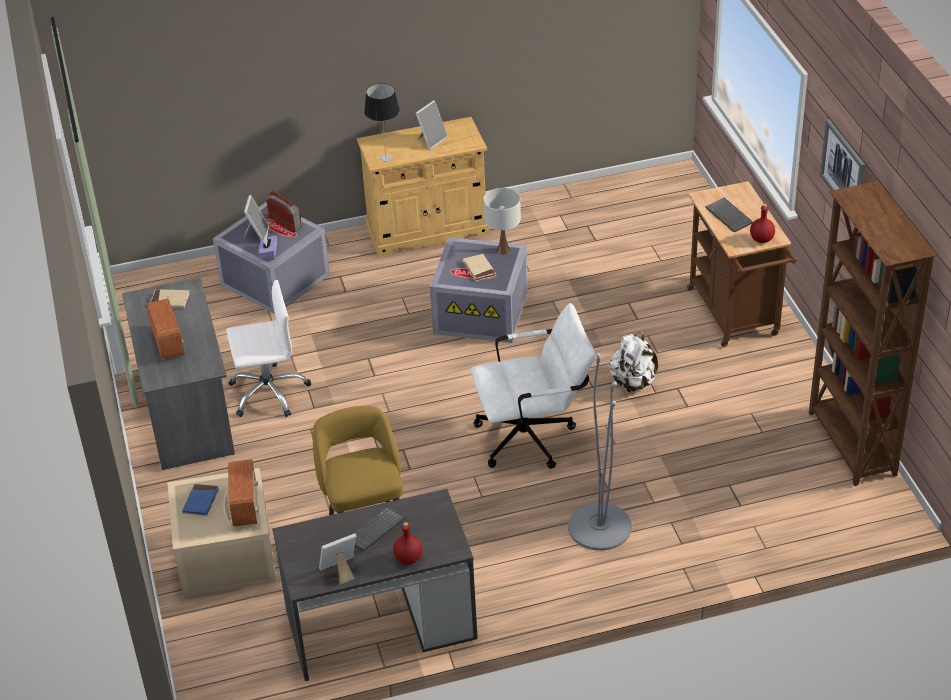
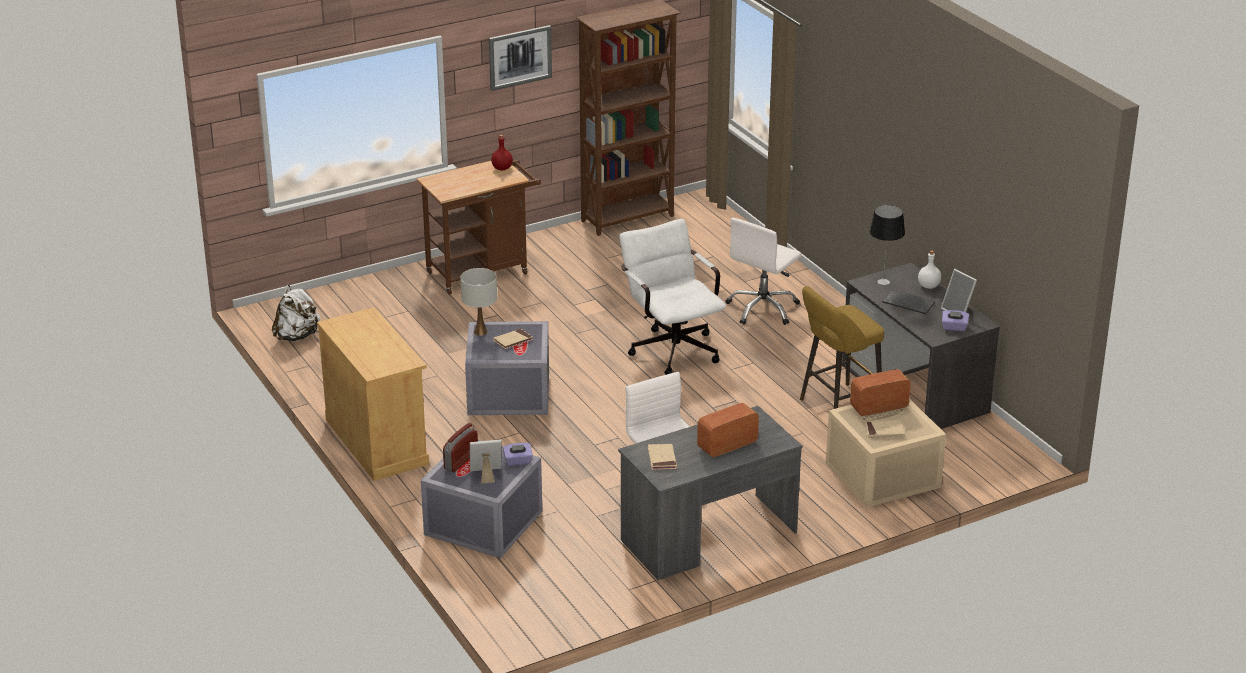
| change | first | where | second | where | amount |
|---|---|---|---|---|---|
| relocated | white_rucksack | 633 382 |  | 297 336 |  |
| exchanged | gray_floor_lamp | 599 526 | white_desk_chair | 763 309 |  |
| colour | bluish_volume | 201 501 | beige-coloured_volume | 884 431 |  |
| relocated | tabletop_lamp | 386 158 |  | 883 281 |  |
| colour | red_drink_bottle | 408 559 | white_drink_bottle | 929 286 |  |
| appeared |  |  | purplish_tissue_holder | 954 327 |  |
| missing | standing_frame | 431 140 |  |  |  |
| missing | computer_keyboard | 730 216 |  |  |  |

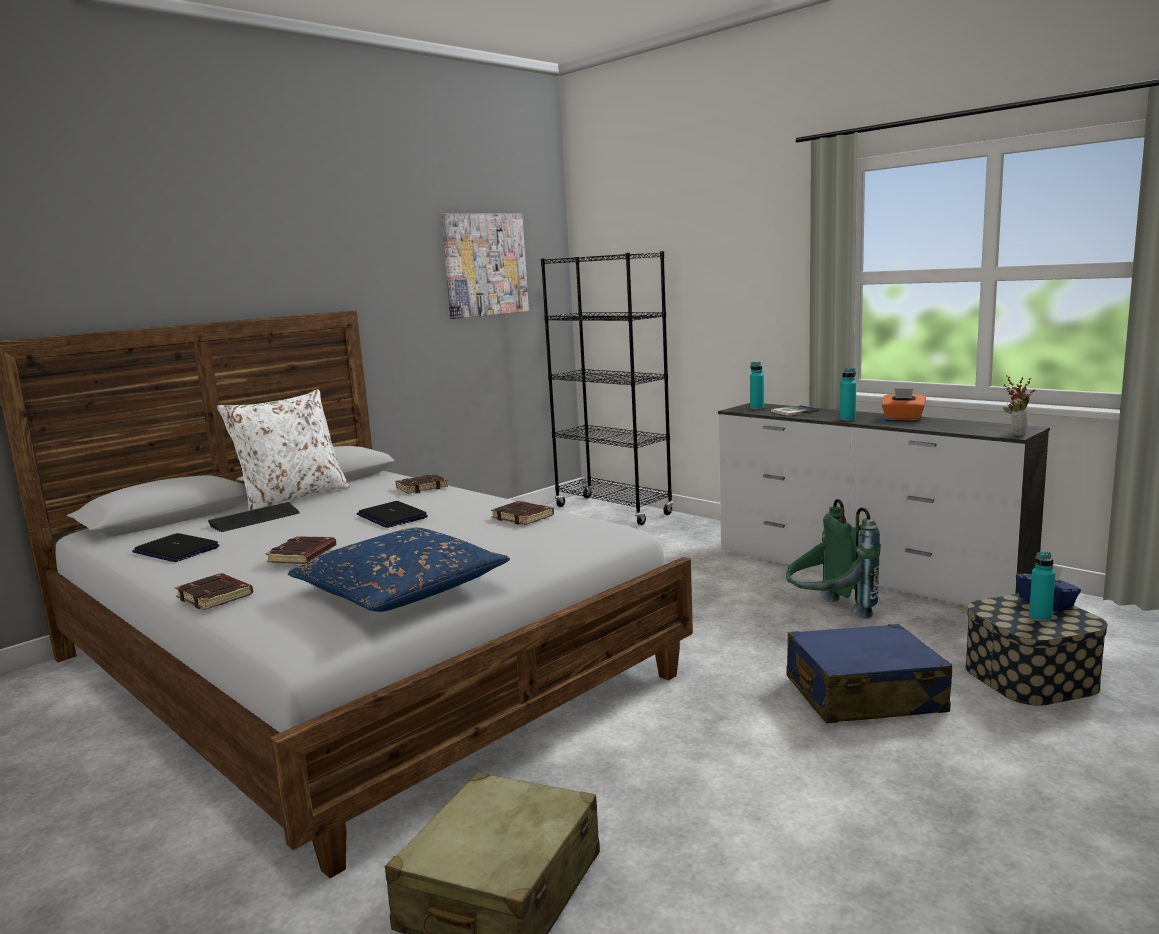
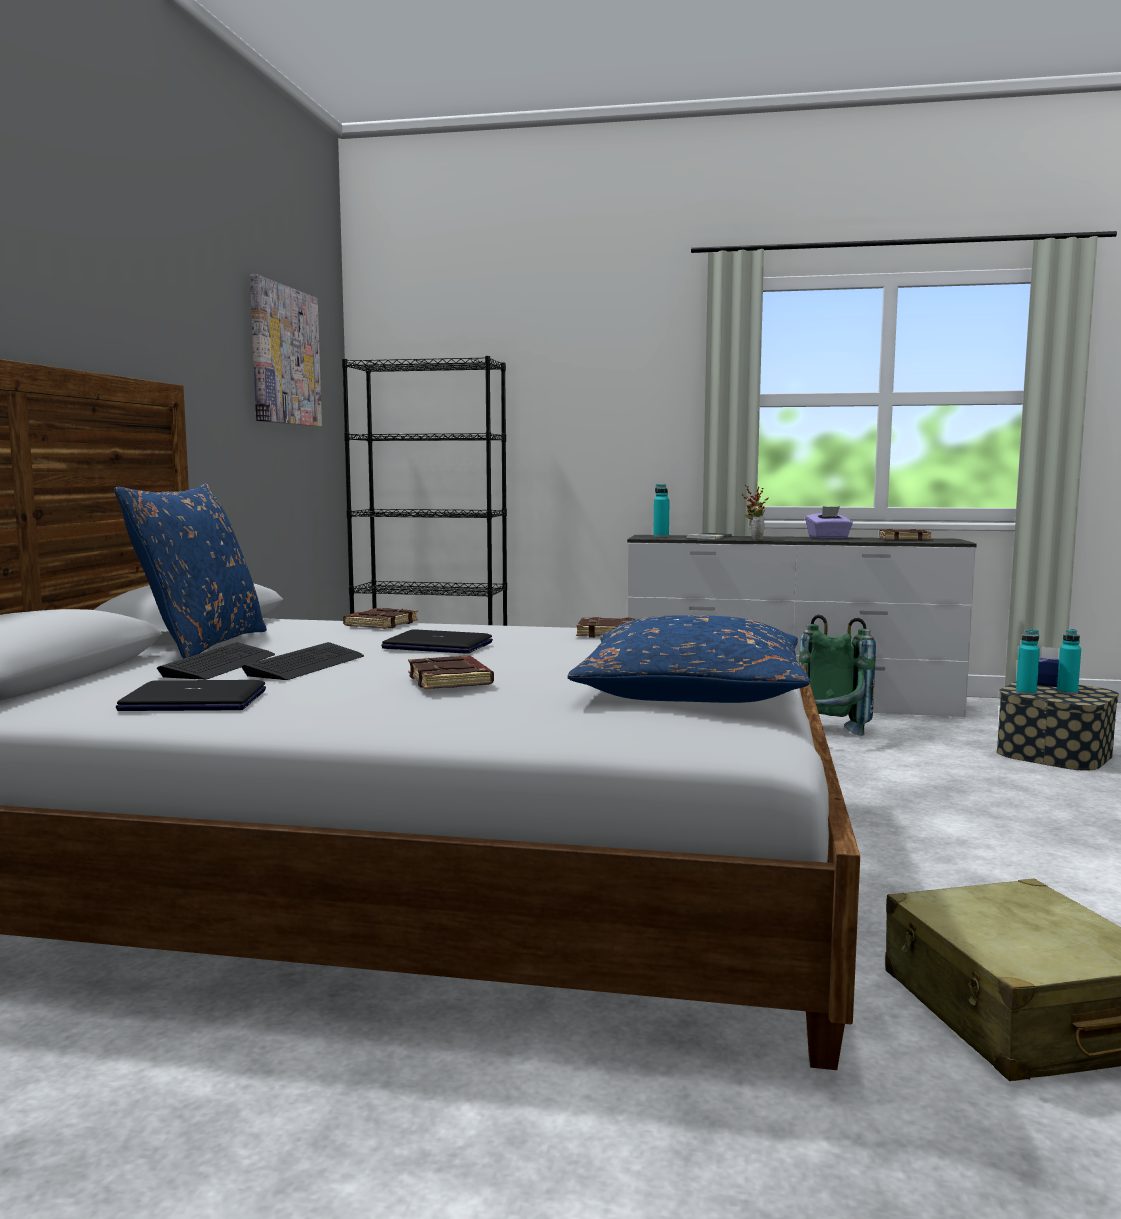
| change | first | where | second | where | amount |
|---|---|---|---|---|---|
| colour | white_cushion | 293 497 | bluish_cushion | 201 644 |  |
| appeared |  |  | computer_keyboard | 306 665 |  |
| relocated | potted_plant | 1016 433 |  | 754 539 |  |
| colour | orange-coloured_tissue_holder | 903 418 | purplish_tissue_holder | 828 538 |  |
| relocated | brownish_volume | 216 597 |  | 904 539 |  |
| relocated | turquoise-coloured_drink_bottle | 847 419 |  | 1026 693 |  |
| missing | bluish_suitcase | 863 695 |  |  |  |

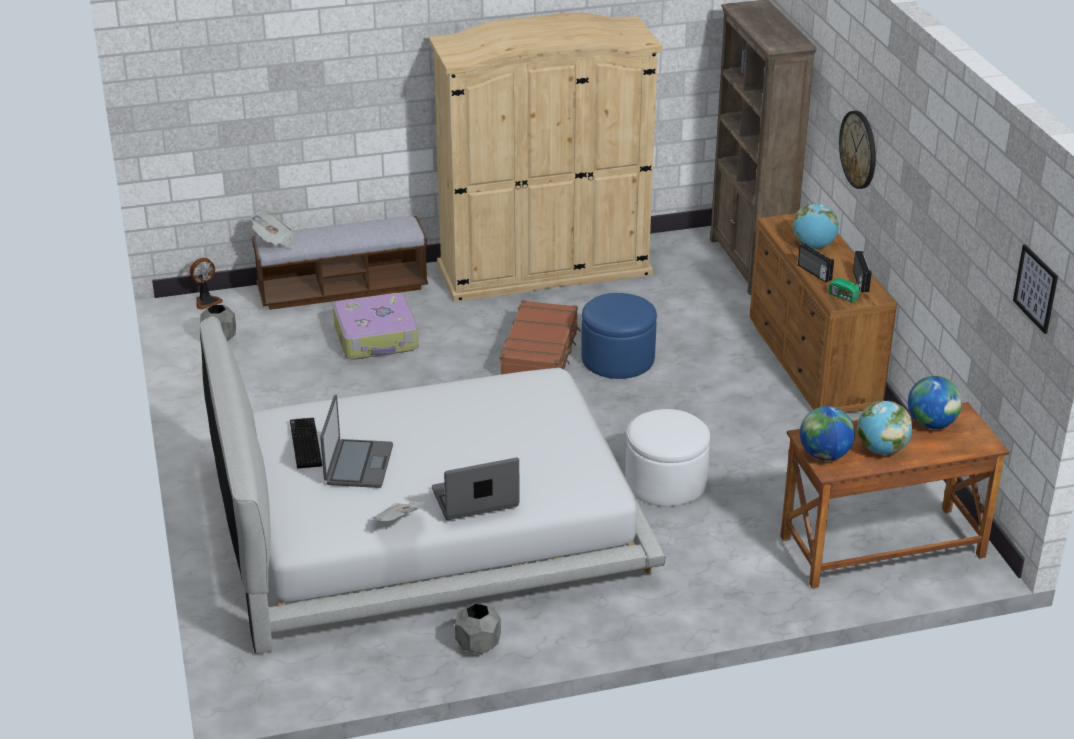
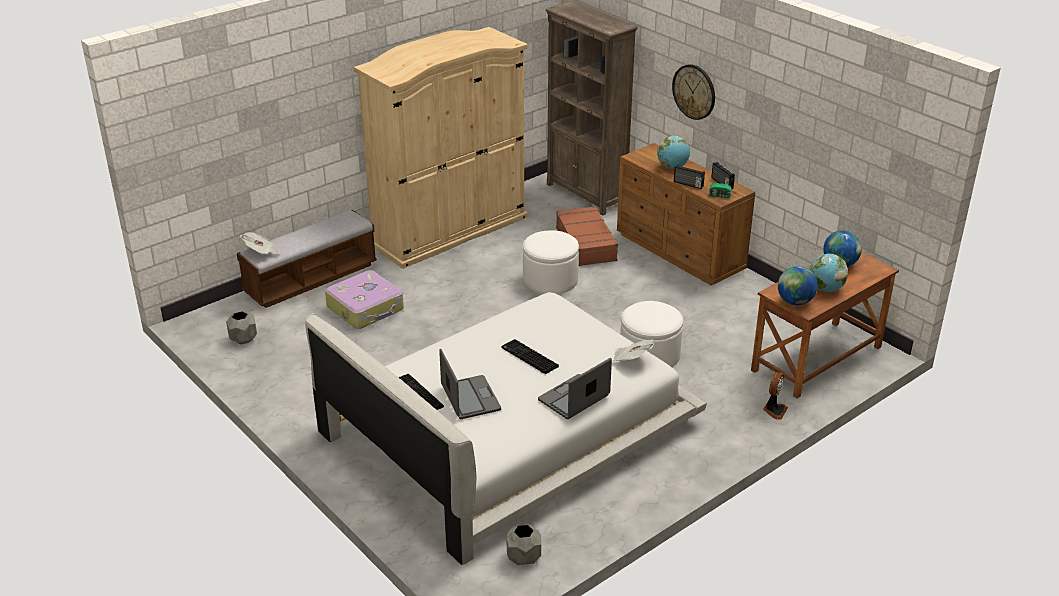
| change | first | where | second | where | amount |
|---|---|---|---|---|---|
| appeared |  |  | computer_keyboard | 528 357 |  |
| relocated | gray_plant_pot | 477 645 |  | 523 558 |  |
| colour | bluish_pouffe | 618 359 | white_pouffe | 550 280 |  |
| relocated | brownish_suitcase | 540 354 |  | 586 244 |  |
| relocated | printed_paper | 399 522 |  | 631 359 |  |
| relocated | fan | 206 301 |  | 774 410 |  |
| missing | wall_art | 1036 288 |  |  |  |

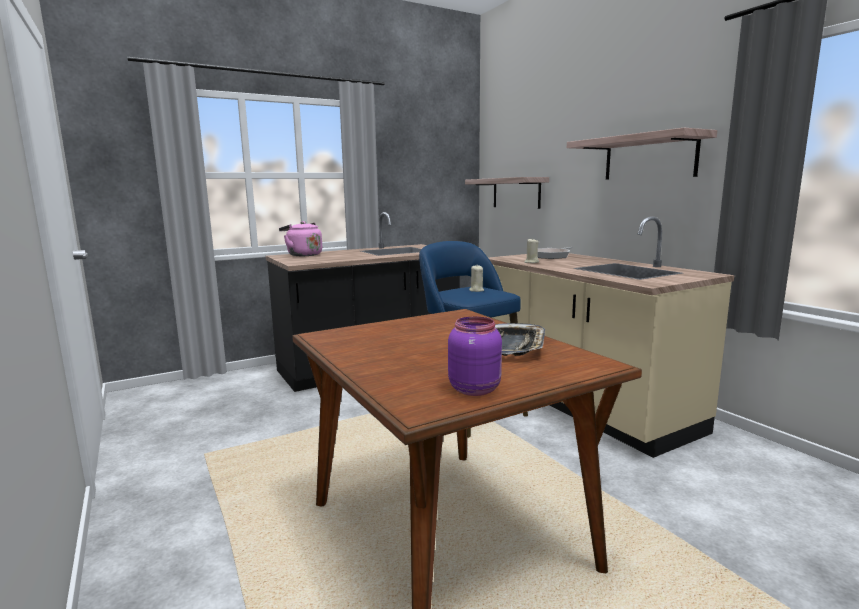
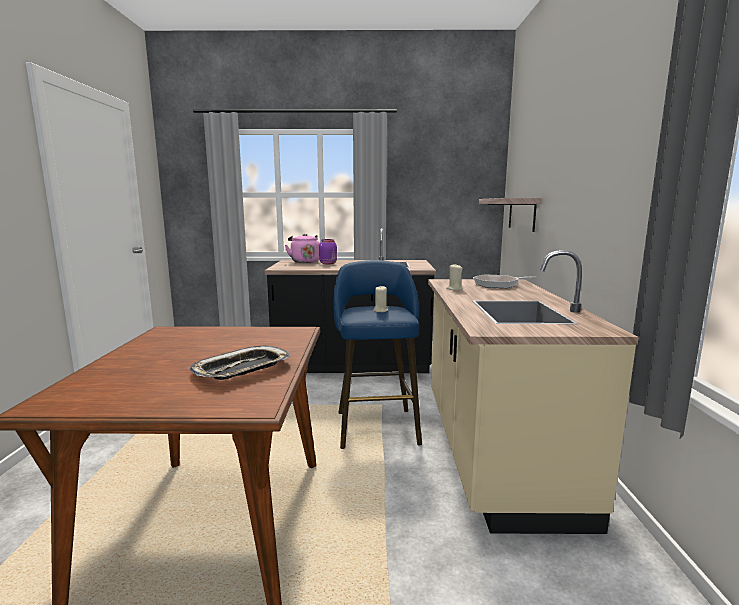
| change | first | where | second | where | amount |
|---|---|---|---|---|---|
| relocated | purplish_preserve_jar | 475 389 |  | 328 263 |  |
| missing | shelf | 649 158 |  |  |  |

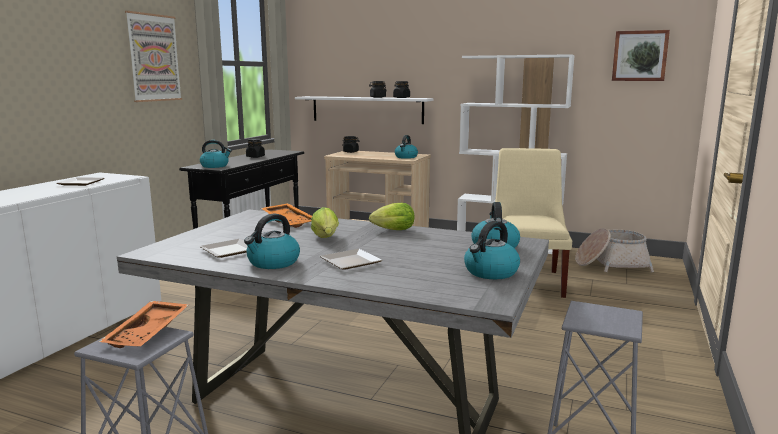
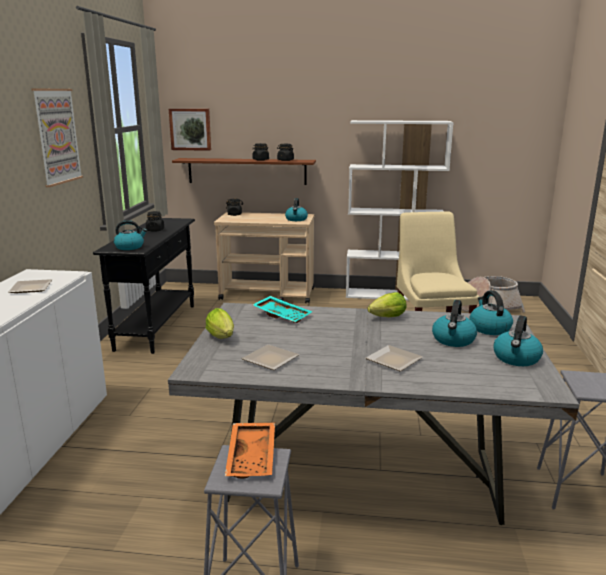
| change | first | where | second | where | amount |
|---|---|---|---|---|---|
| relocated | wall_art | 639 56 |  | 190 129 |  |
| colour | white_shelf | 367 109 | brownish_shelf | 247 171 |  |
| relocated | lettuce | 326 238 |  | 222 338 |  |
| colour | orange-coloured_carrying_tray | 290 221 | turquoise-coloured_carrying_tray | 282 315 |  |
| relocated | water_kettle | 273 263 |  | 453 340 |  |

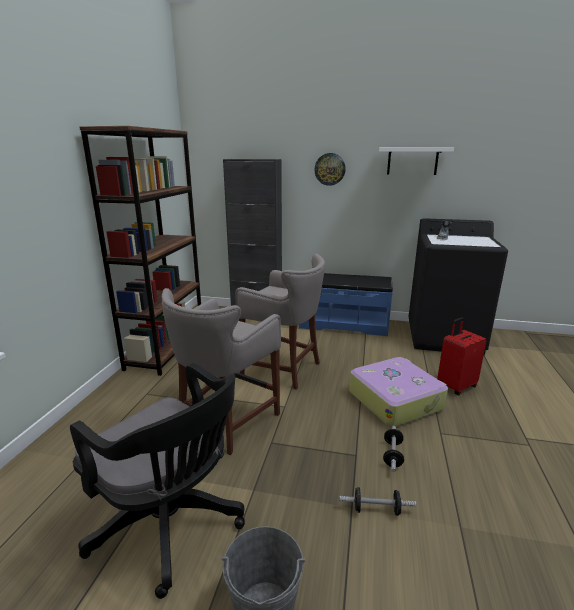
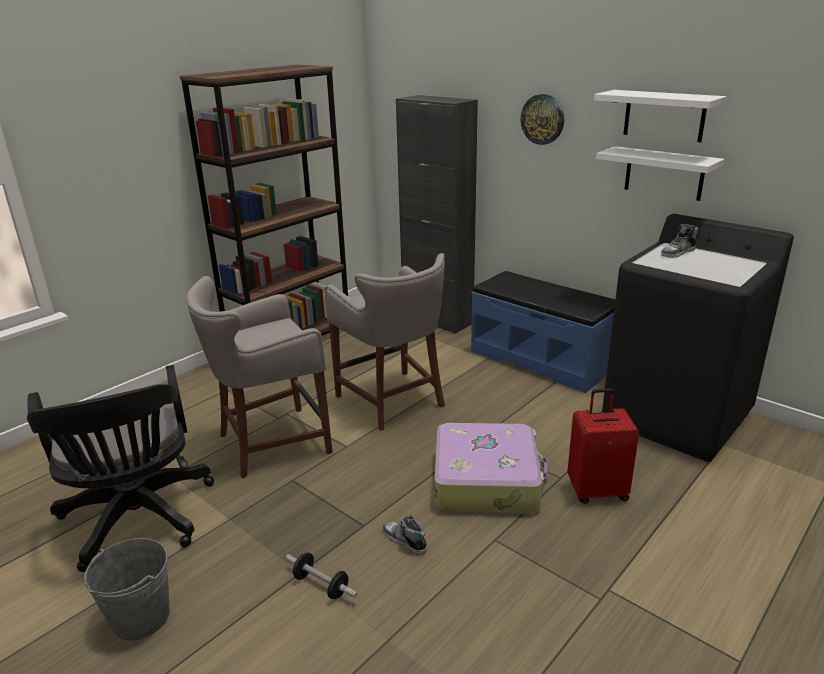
| change | first | where | second | where | amount |
|---|---|---|---|---|---|
| exchanged | free_weight | 392 455 | low_shoe | 404 541 |  |
| appeared |  |  | white_shelf | 664 173 |  |

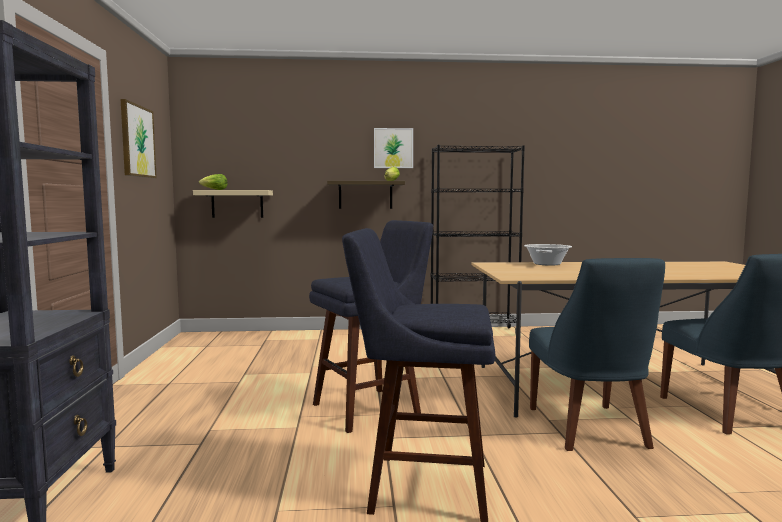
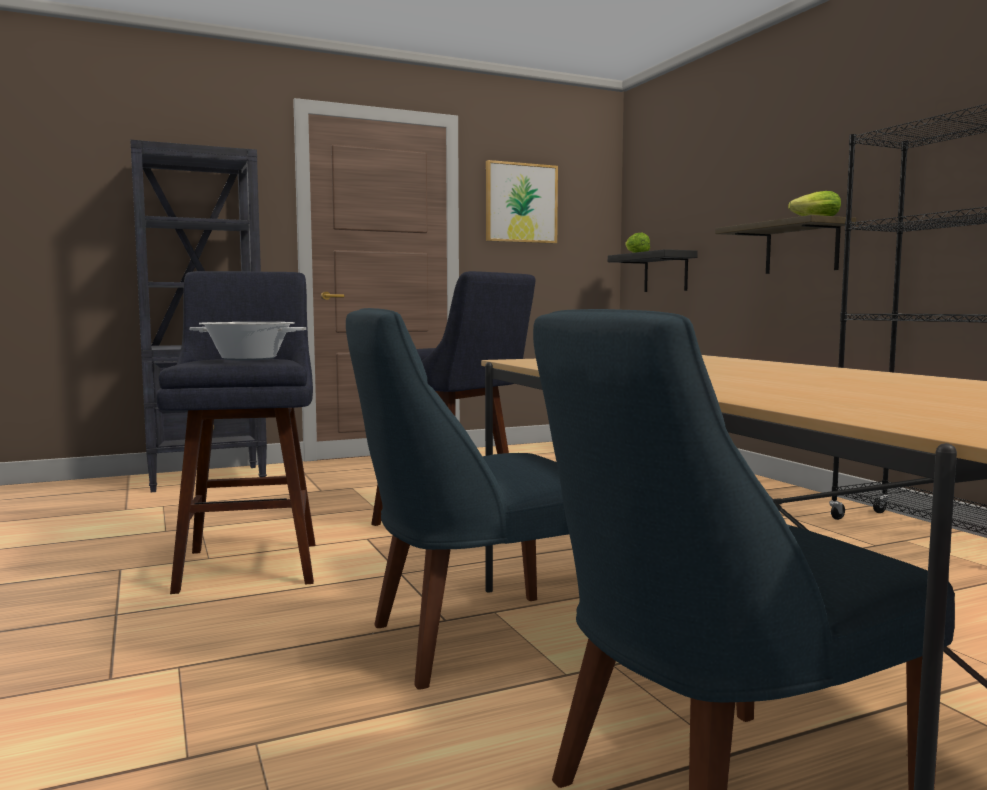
| change | first | where | second | where | amount |
|---|---|---|---|---|---|
| relocated | cooking_pot | 546 264 |  | 249 358 |  |
| colour | beige-coloured_shelf | 237 204 | black-coloured_shelf | 665 272 |  |
| missing | wall_art | 393 148 |  |  |  |

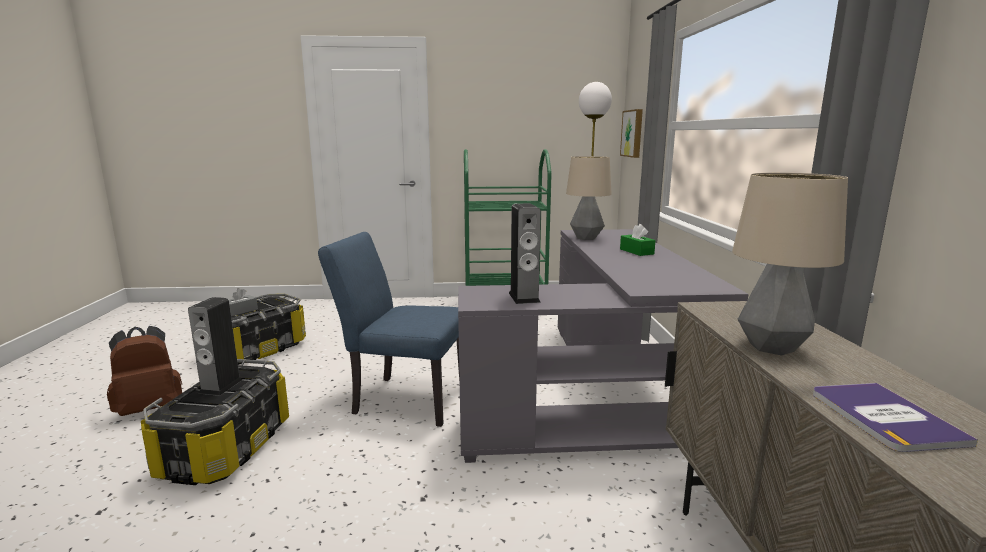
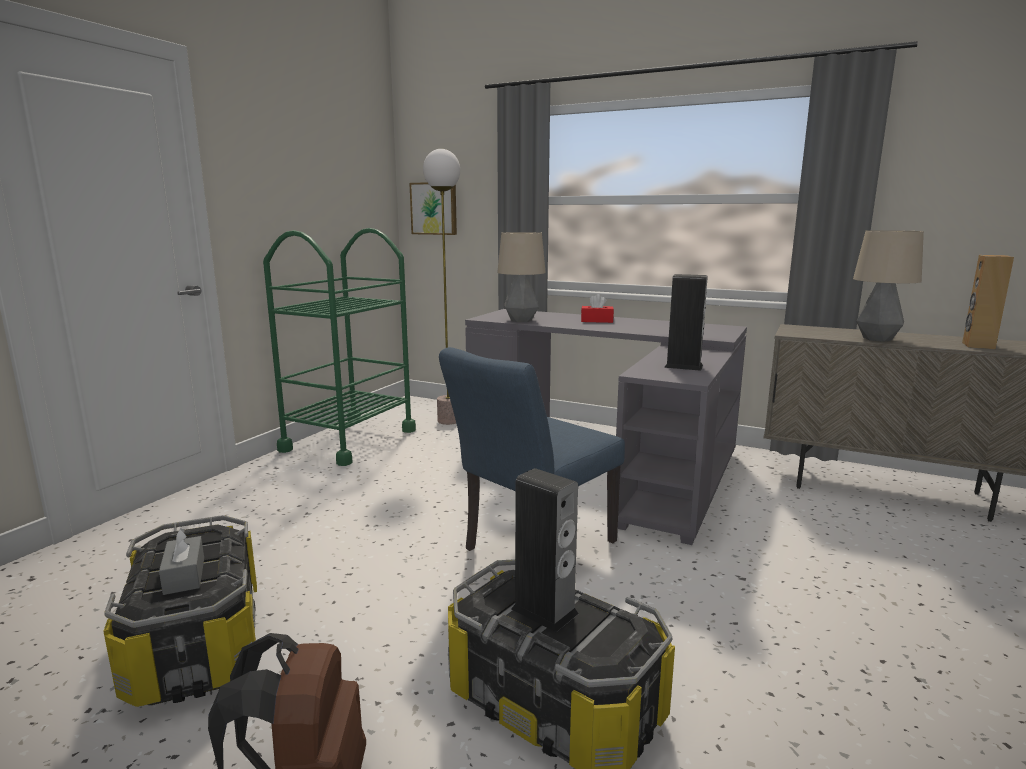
| change | first | where | second | where | amount |
|---|---|---|---|---|---|
| colour | green-coloured_tissue_holder | 636 251 | red_tissue_holder | 597 321 |  |
| exchanged | volume | 884 417 | brownish_loudspeaker | 977 346 |  |

